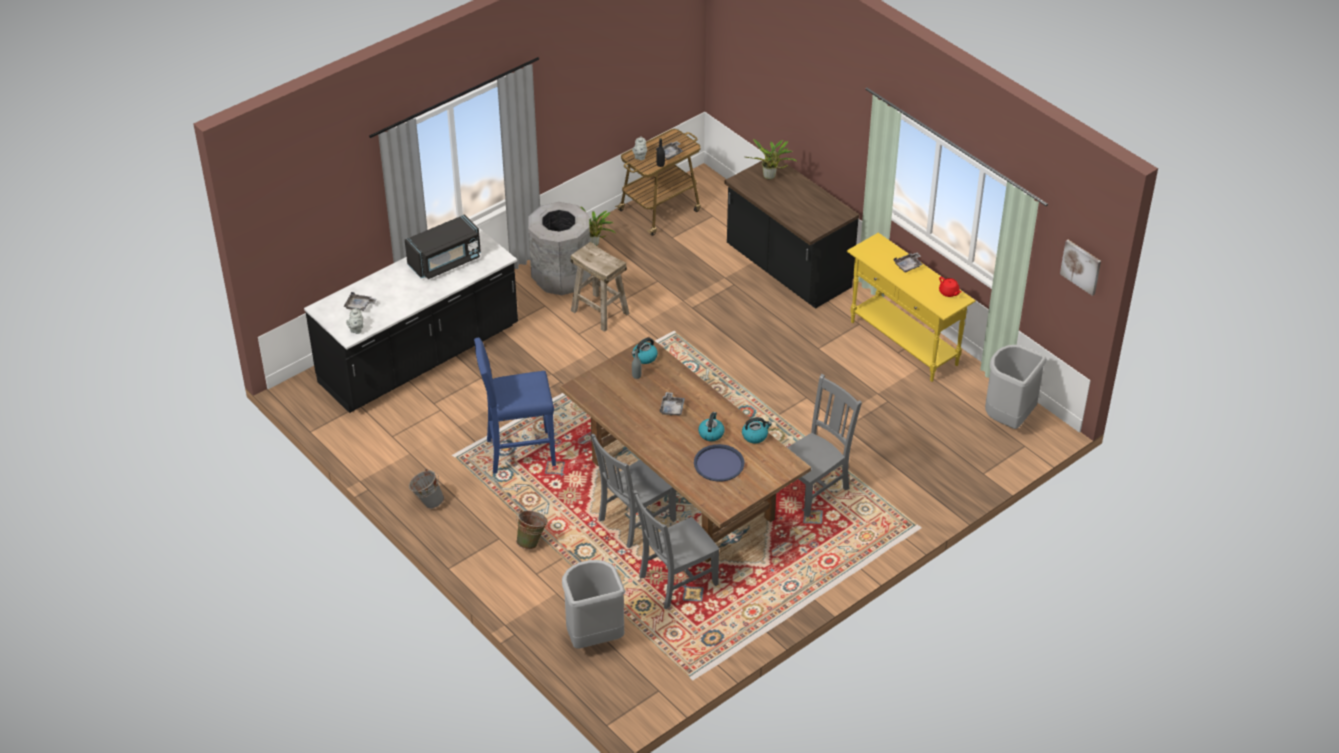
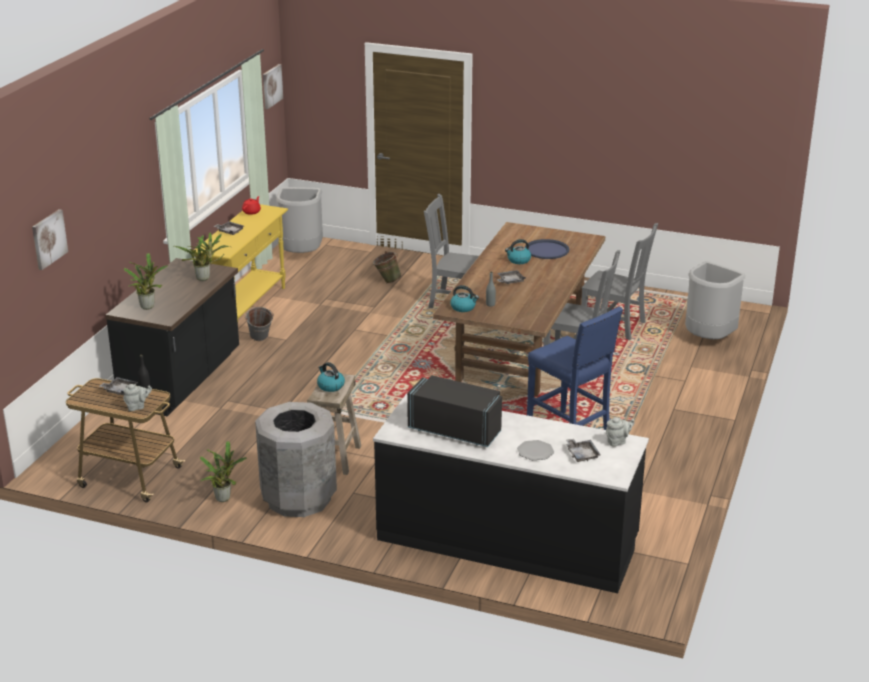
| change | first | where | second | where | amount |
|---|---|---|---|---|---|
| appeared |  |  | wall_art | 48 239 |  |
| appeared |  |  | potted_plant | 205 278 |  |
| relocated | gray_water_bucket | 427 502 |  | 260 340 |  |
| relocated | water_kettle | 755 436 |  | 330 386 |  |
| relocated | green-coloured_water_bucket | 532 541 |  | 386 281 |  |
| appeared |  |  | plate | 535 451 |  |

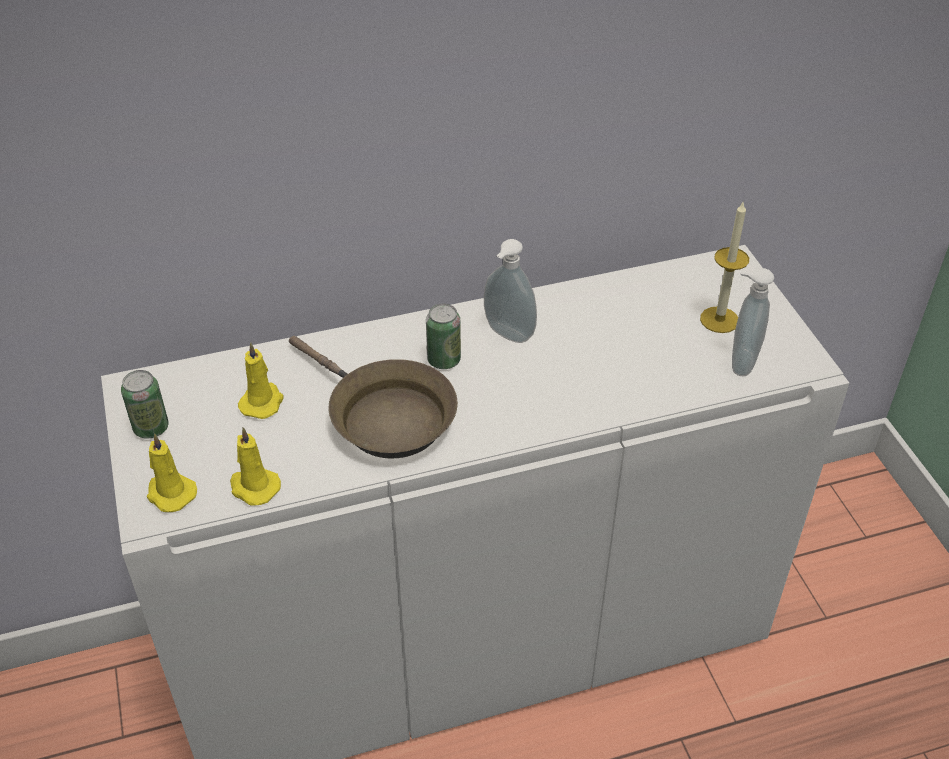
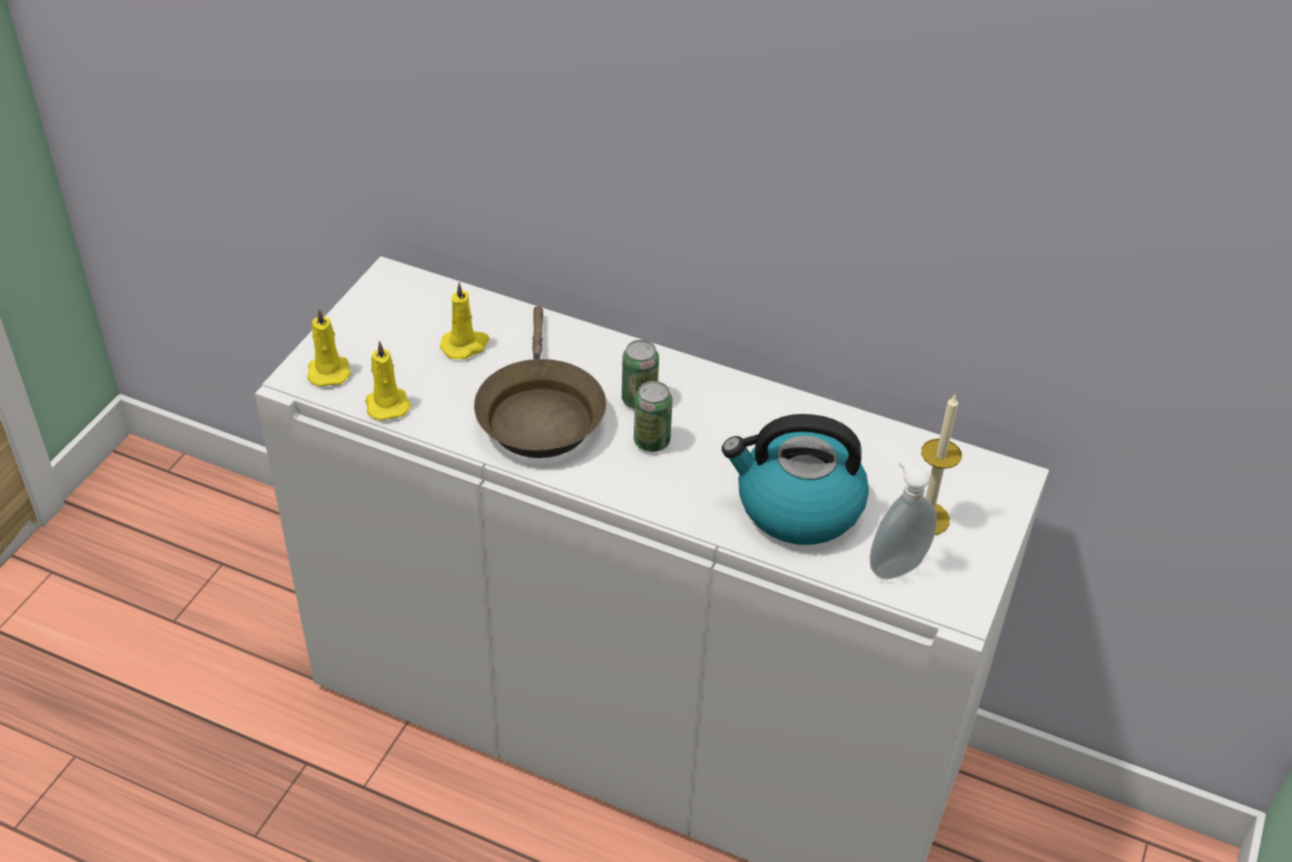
| change | first | where | second | where | amount |
|---|---|---|---|---|---|
| relocated | metal_can | 151 428 |  | 651 441 |  |
| appeared |  |  | water_kettle | 797 507 |  |
| missing | soap_bottle | 507 335 |  |  |  |

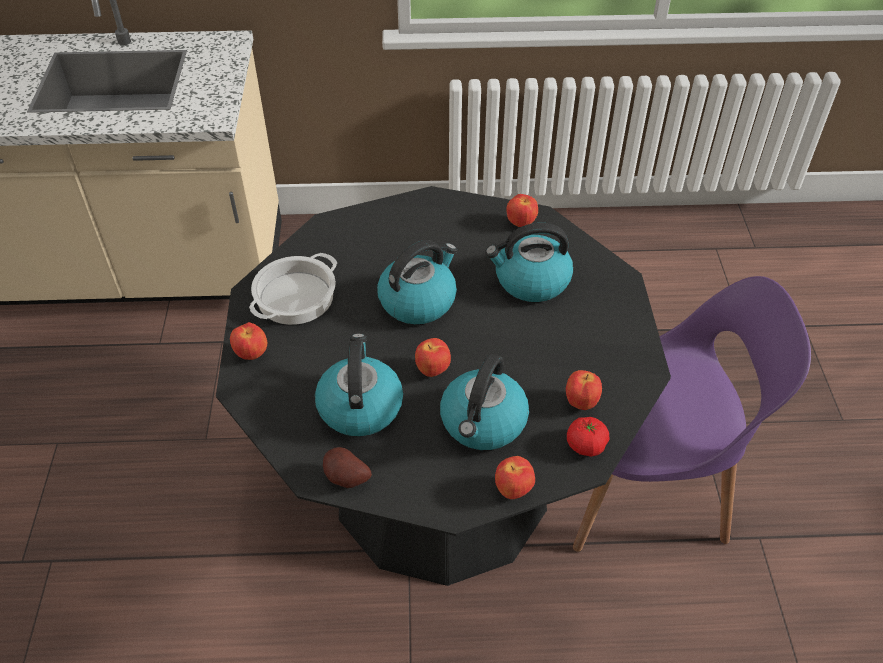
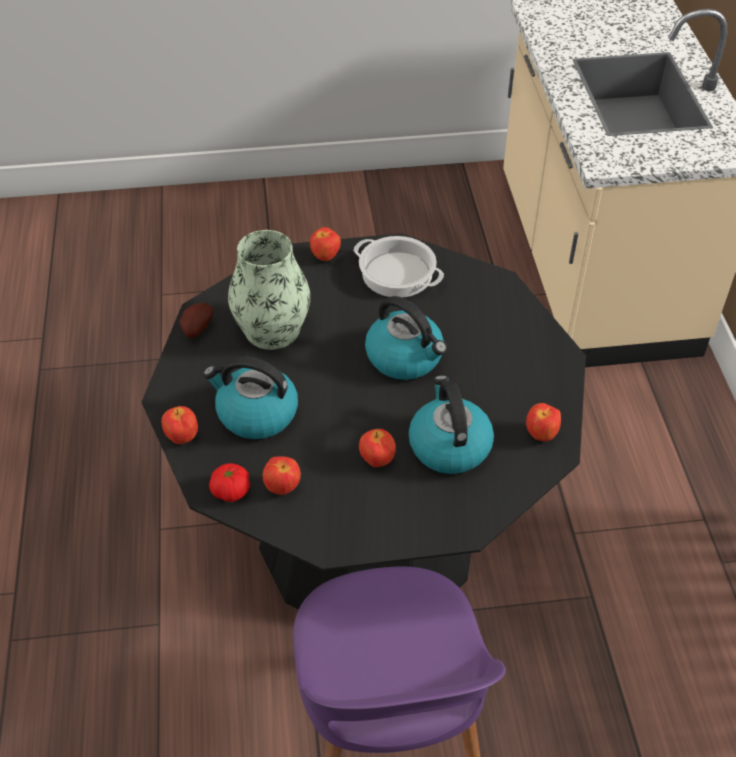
| change | first | where | second | where | amount |
|---|---|---|---|---|---|
| exchanged | water_kettle | 359 406 | vase | 272 329 |  |
| relocated | whole_apple | 433 370 |  | 376 460 |  |

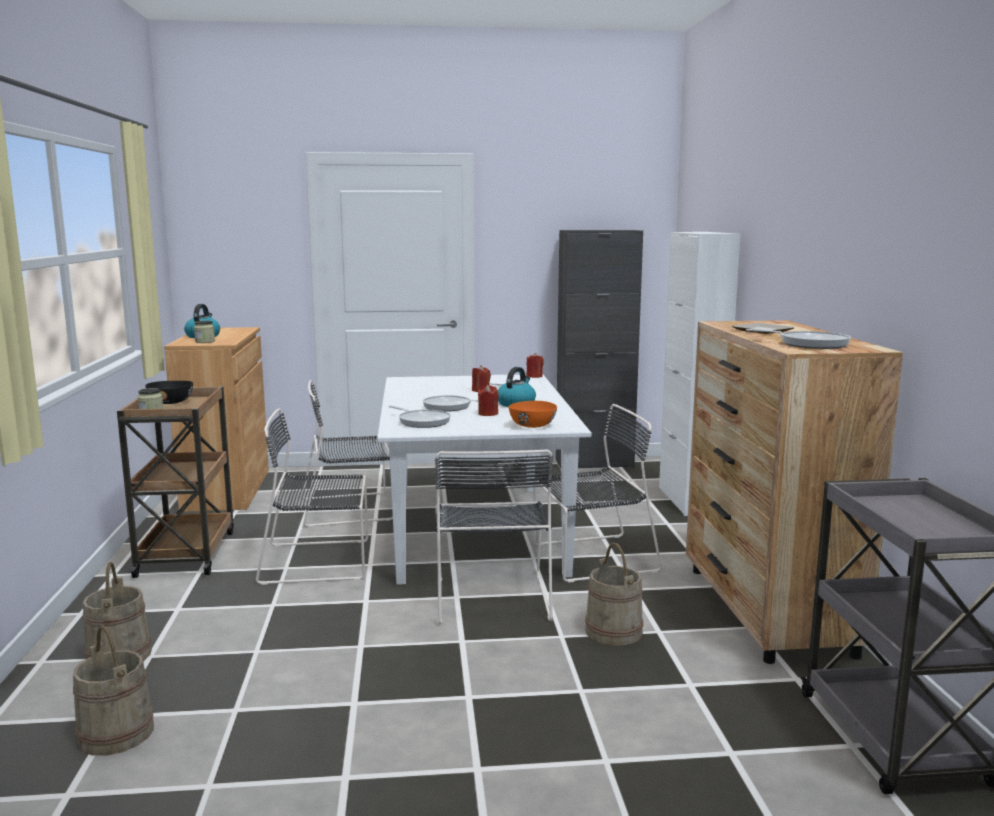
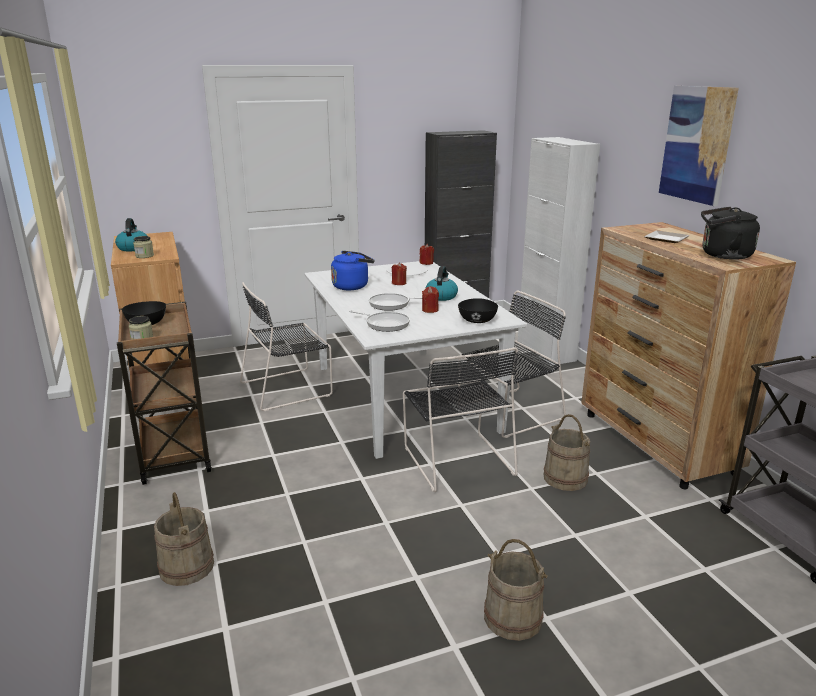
| change | first | where | second | where | amount |
|---|---|---|---|---|---|
| appeared |  |  | bluish_water_kettle | 352 286 |  |
| colour | orange-coloured_deep_dish | 532 426 | black-coloured_deep_dish | 477 321 |  |
| relocated | beige-coloured_water_bucket | 115 733 |  | 512 618 |  |
| appeared |  |  | wall_art | 697 144 |  |
| exchanged | pan | 809 344 | black-coloured_water_kettle | 722 255 |  |
| missing | black-coloured_chair | 320 561 |  |  |  |

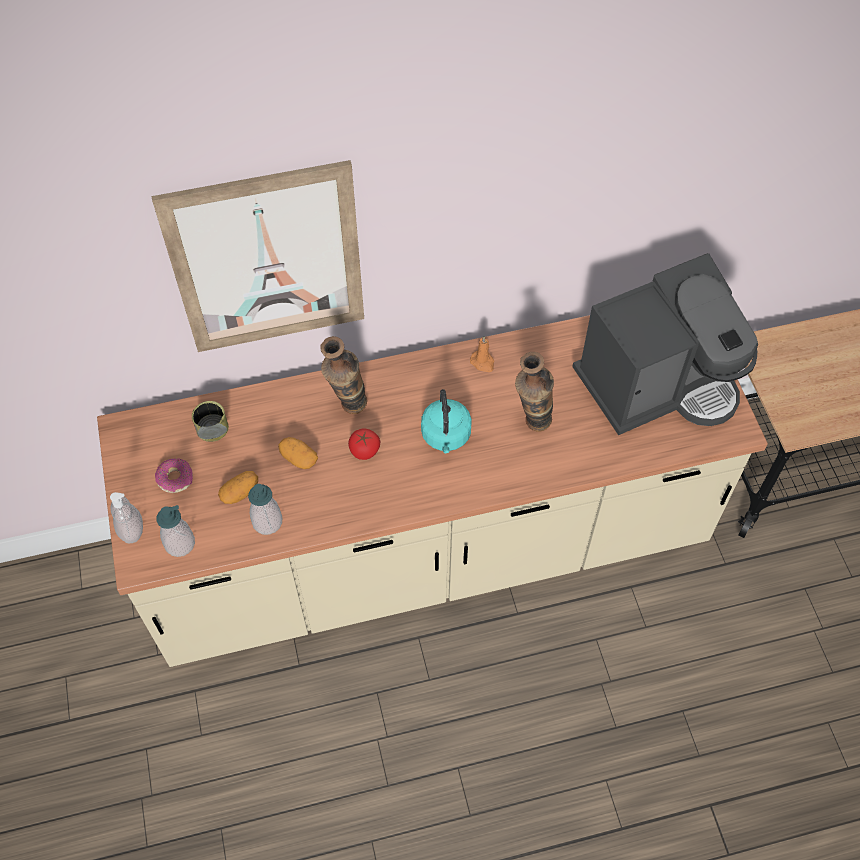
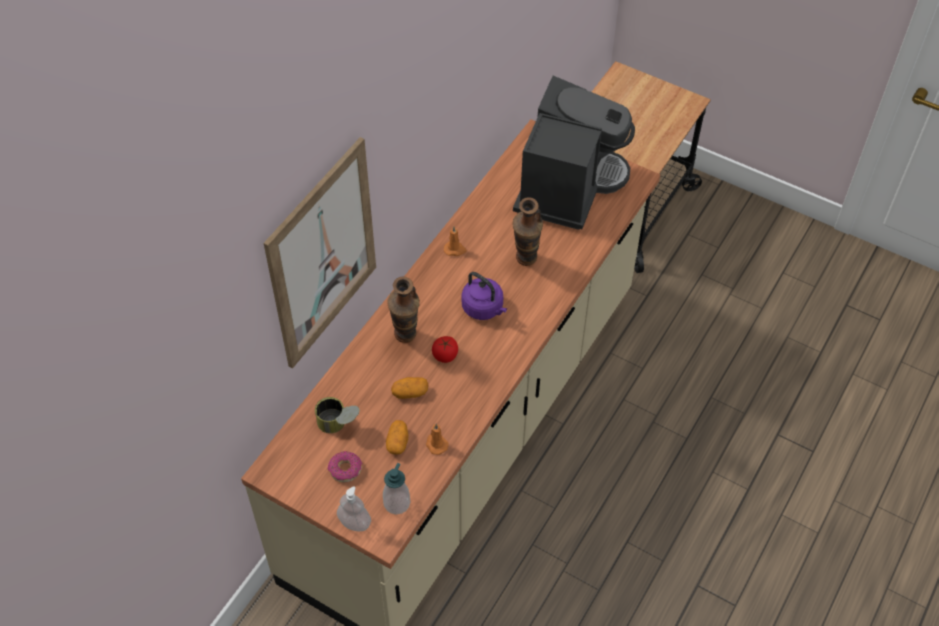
| change | first | where | second | where | amount |
|---|---|---|---|---|---|
| exchanged | soap_bottle | 267 522 | orange-coloured_candle | 436 444 |  |
| colour | turquoise-coloured_water_kettle | 446 437 | purplish_water_kettle | 484 309 |  |

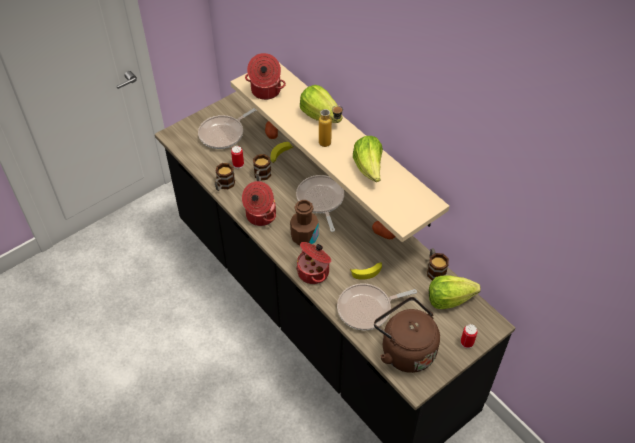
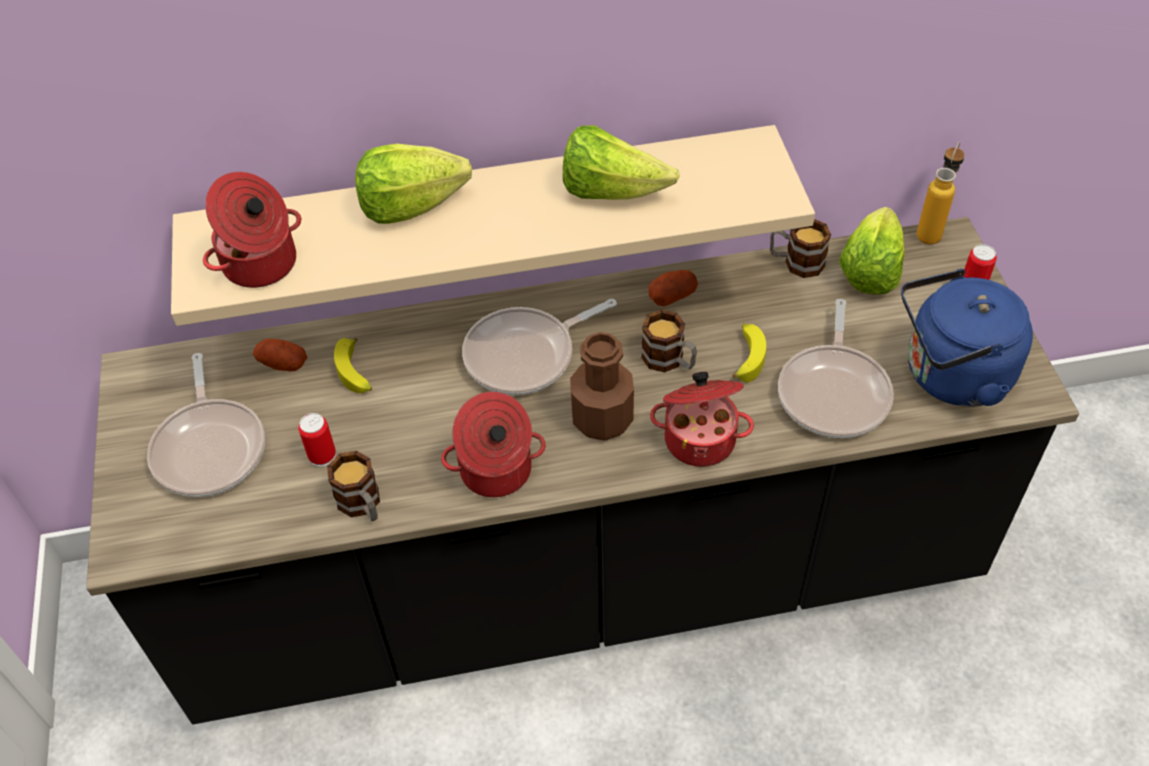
| change | first | where | second | where | amount |
|---|---|---|---|---|---|
| spun | pan | 320 200 |  | 526 355 | 45 degrees counterclockwise |
| relocated | coffee_mug | 261 177 |  | 669 361 |  |
| colour | brownish_water_kettle | 405 349 | bluish_water_kettle | 951 375 |  |
| relocated | drink_bottle | 330 143 |  | 931 230 |  |

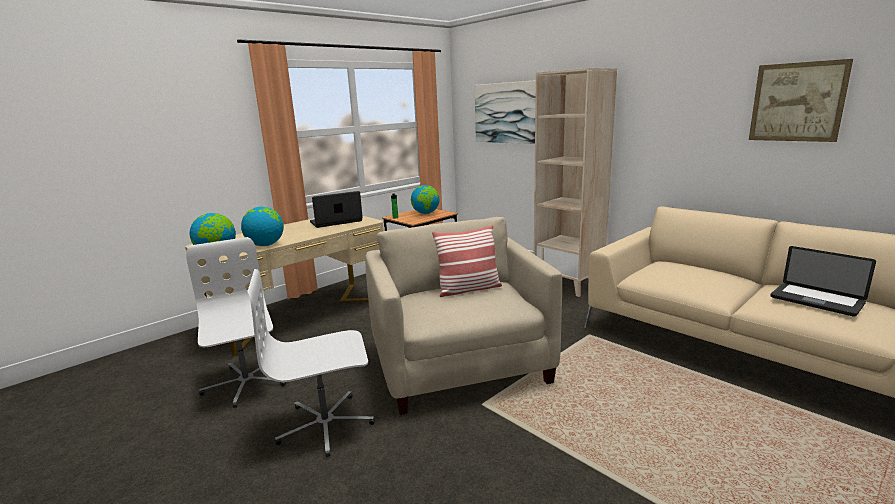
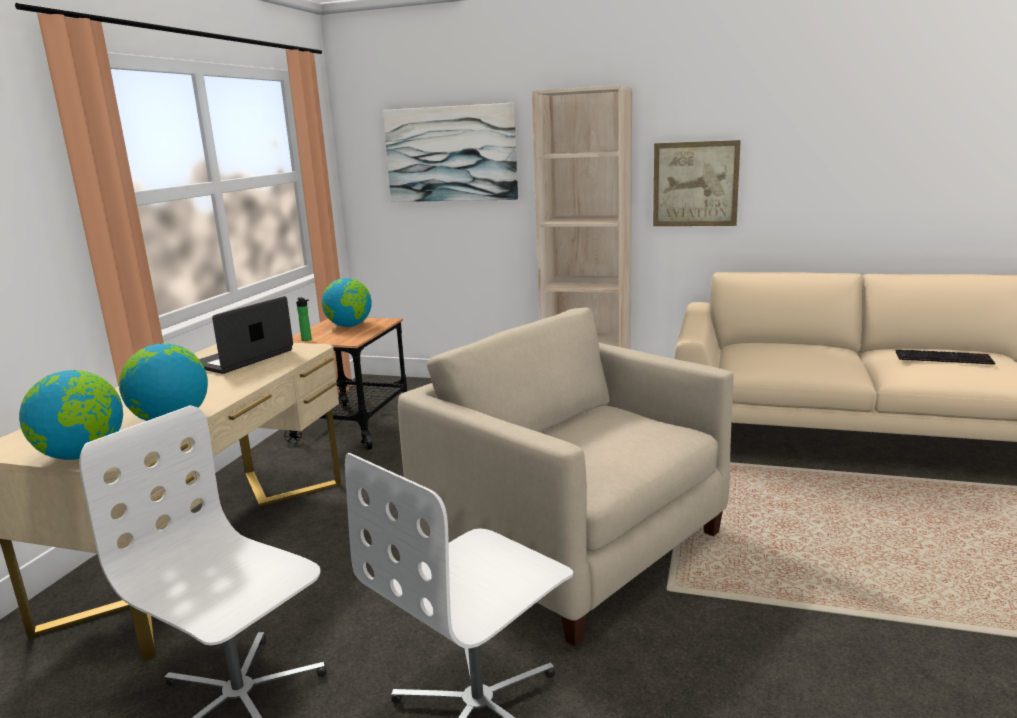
| change | first | where | second | where | amount |
|---|---|---|---|---|---|
| relocated | wall_art | 797 102 |  | 695 184 |  |
| exchanged | laptop | 816 300 | computer_keyboard | 944 357 |  |
| missing | cushion | 468 289 |  |  |  |

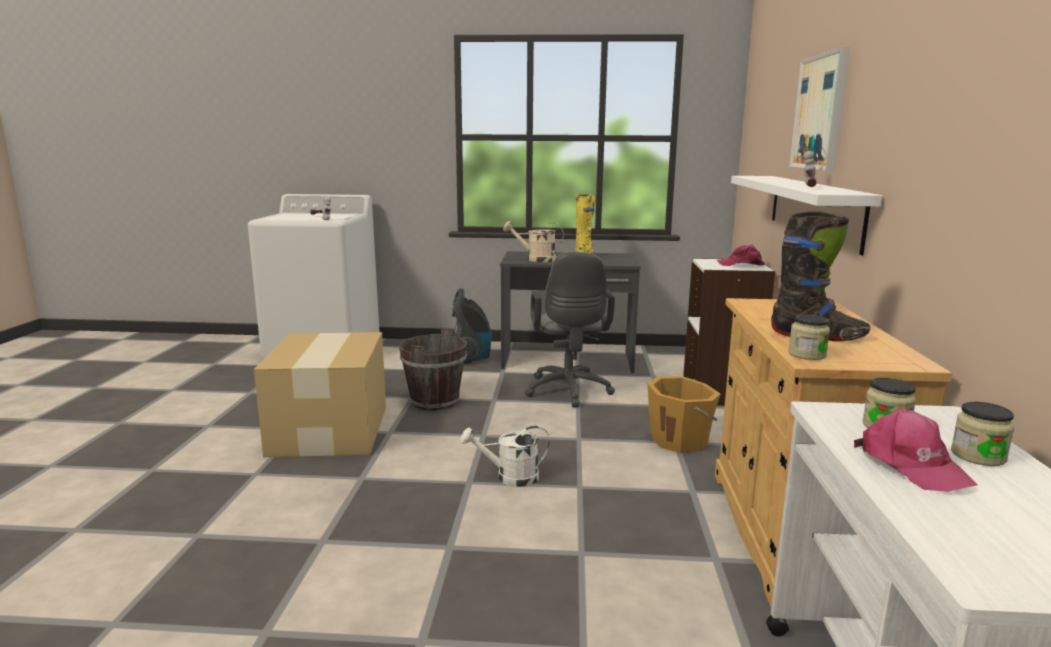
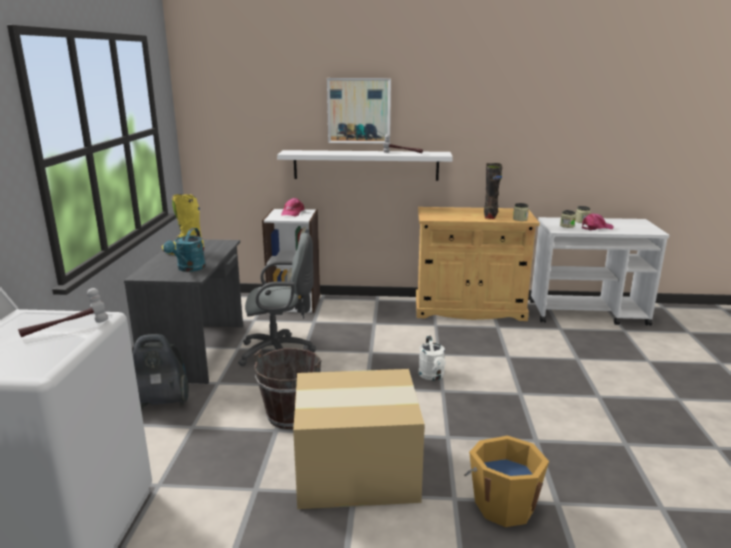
| change | first | where | second | where | amount |
|---|---|---|---|---|---|
| colour | beige-coloured_watering_pot | 535 259 | turquoise-coloured_watering_pot | 189 269 |  |
| relocated | orange-coloured_water_bucket | 680 440 |  | 503 504 |  |

